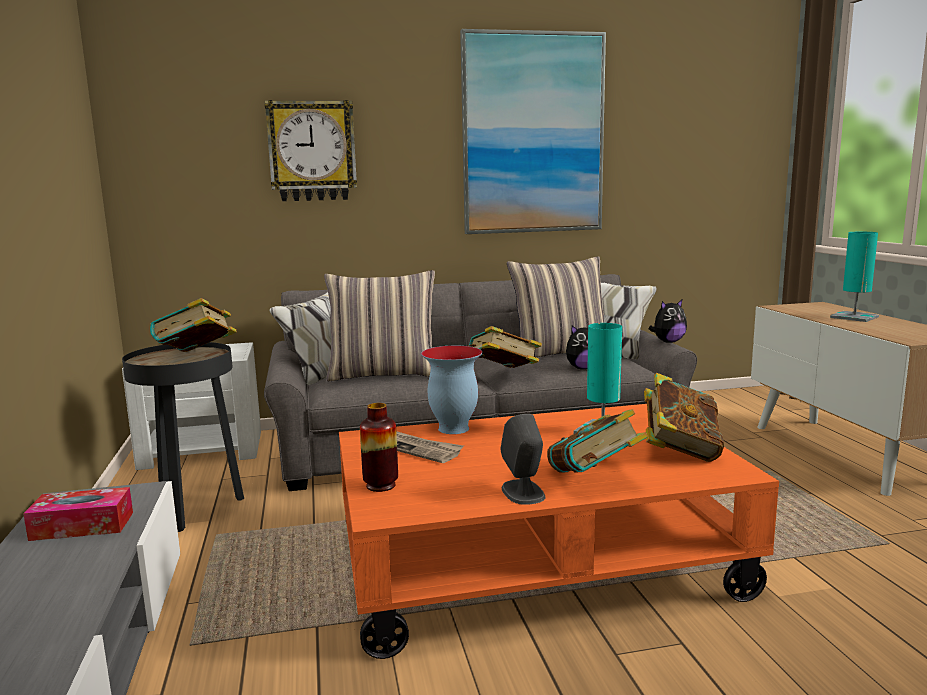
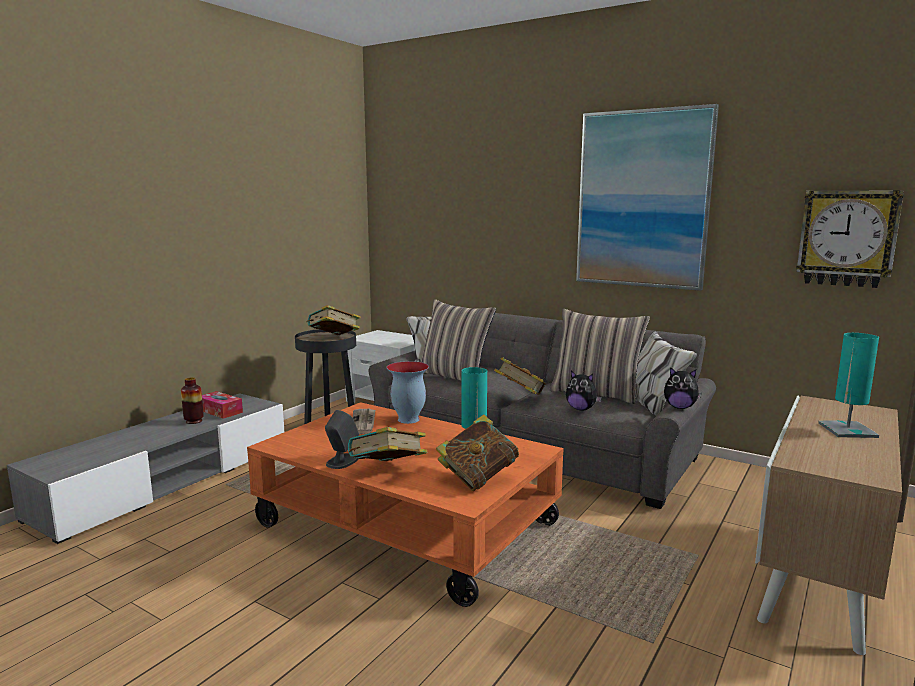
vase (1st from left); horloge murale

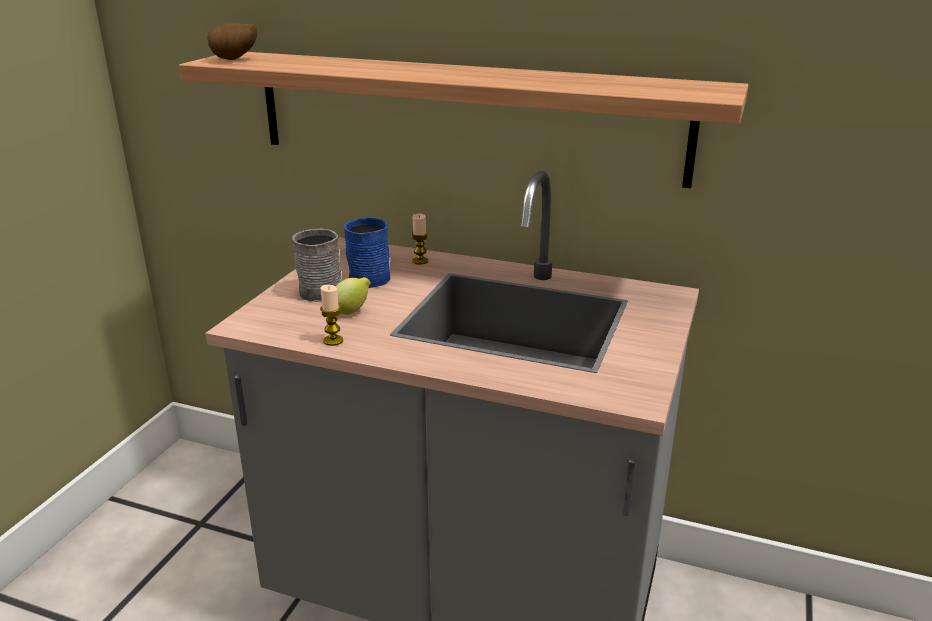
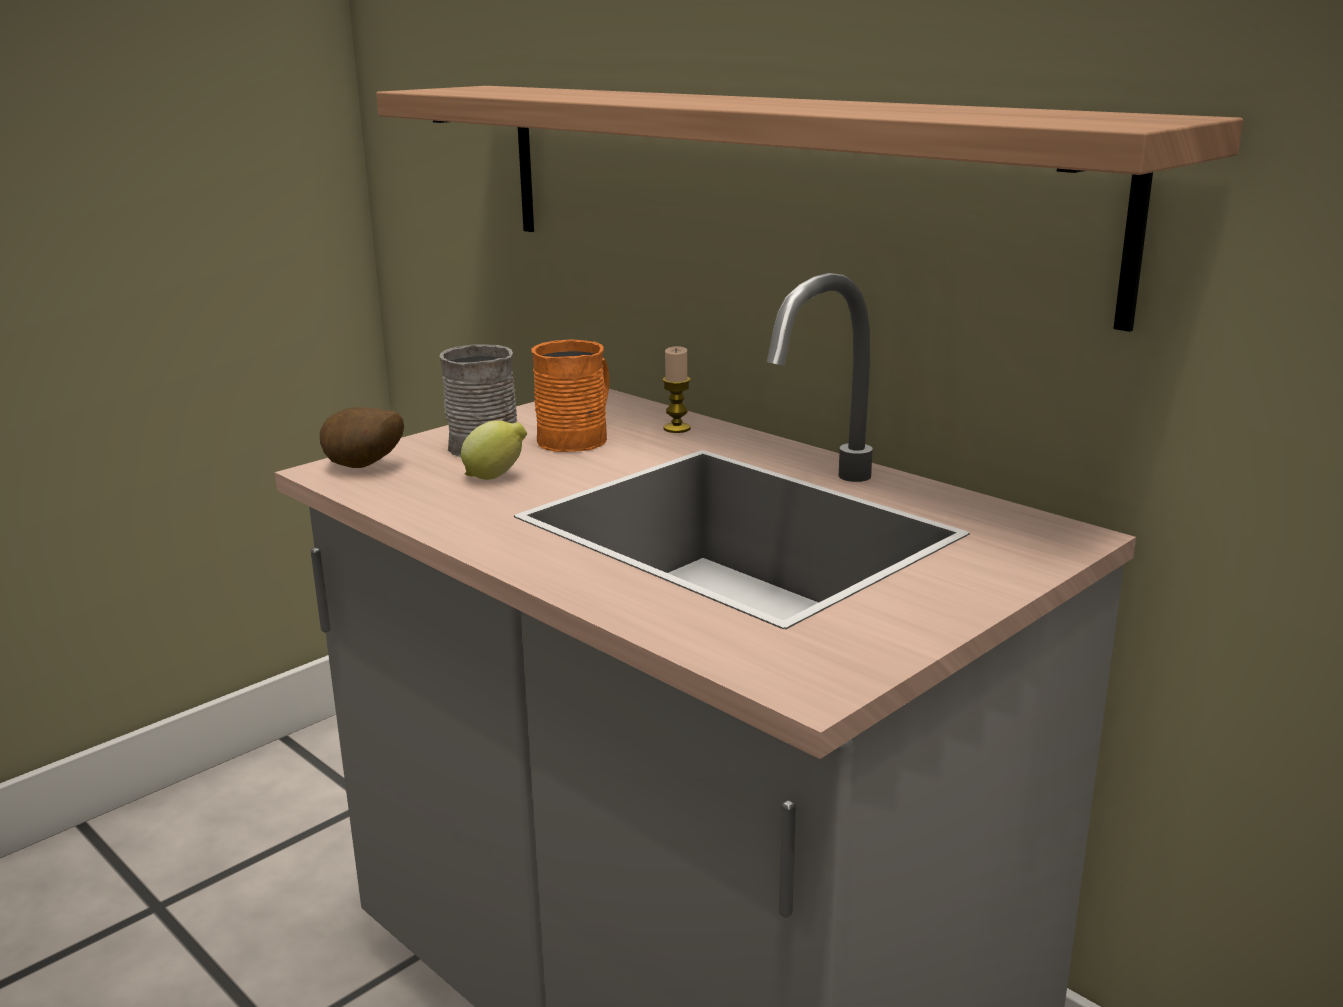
pomme de terre; mug [orange]; bougie (1st from left in the first image)

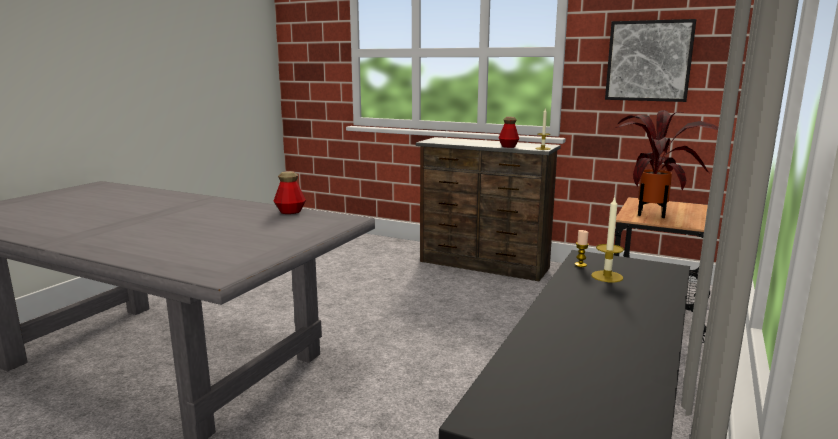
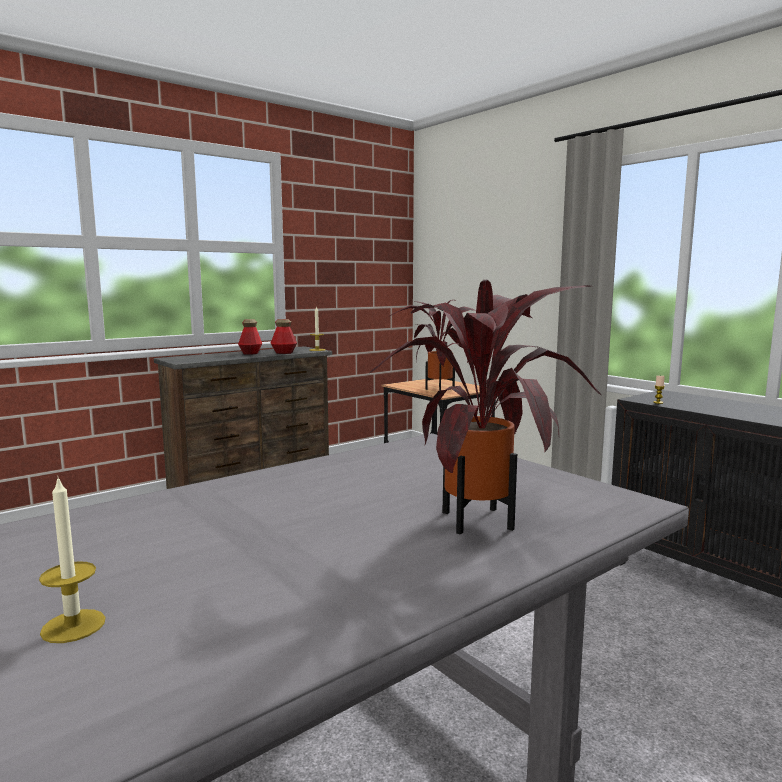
bougie (1st from left); bouteille (1st from left); plante en pot (2nd from left); tableau

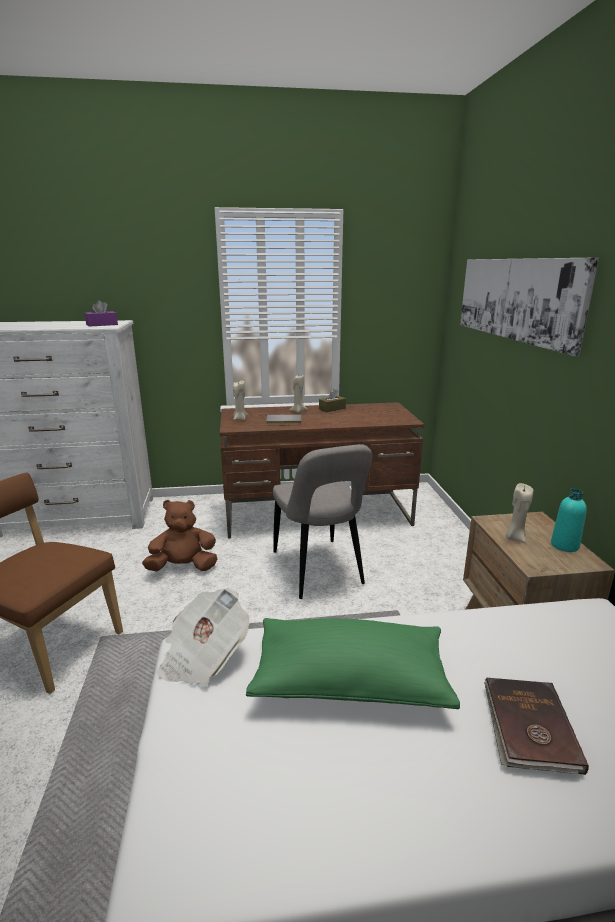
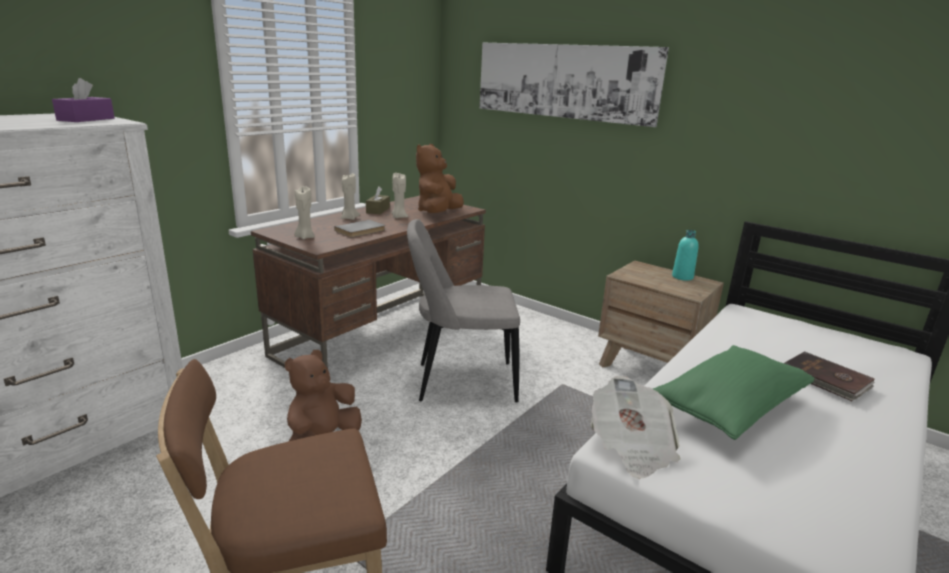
bougie [beige] (3rd from left); chaise [gris]; peluche [marron] (2nd from left)

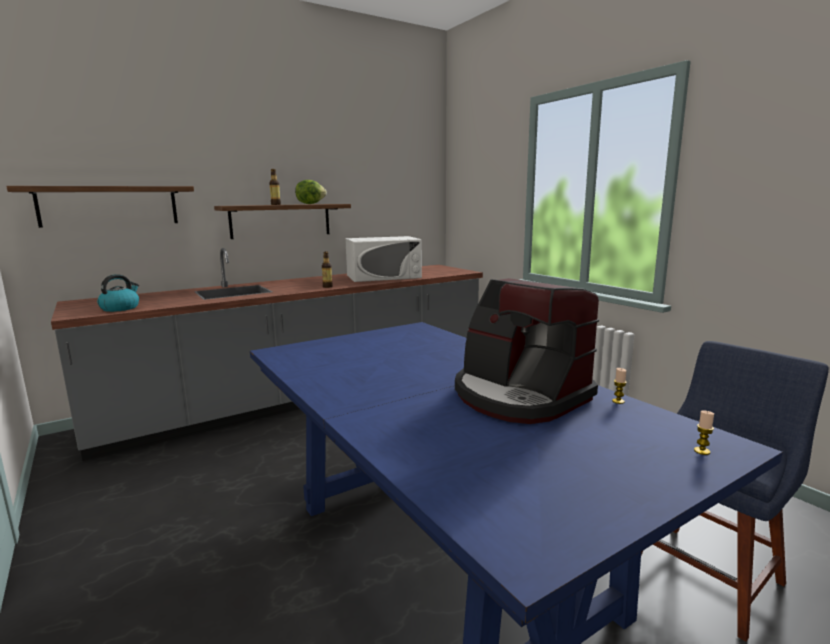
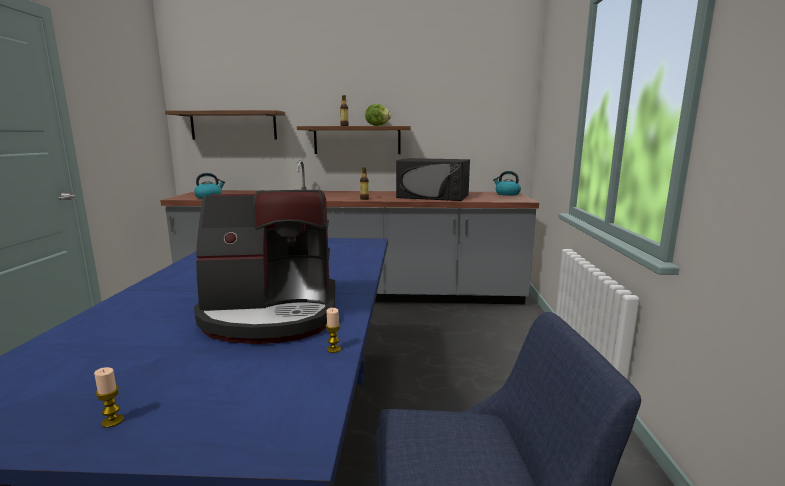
bougie (1st from left); machine à café; micro-ondes [noir]; bouilloire (2nd from left)

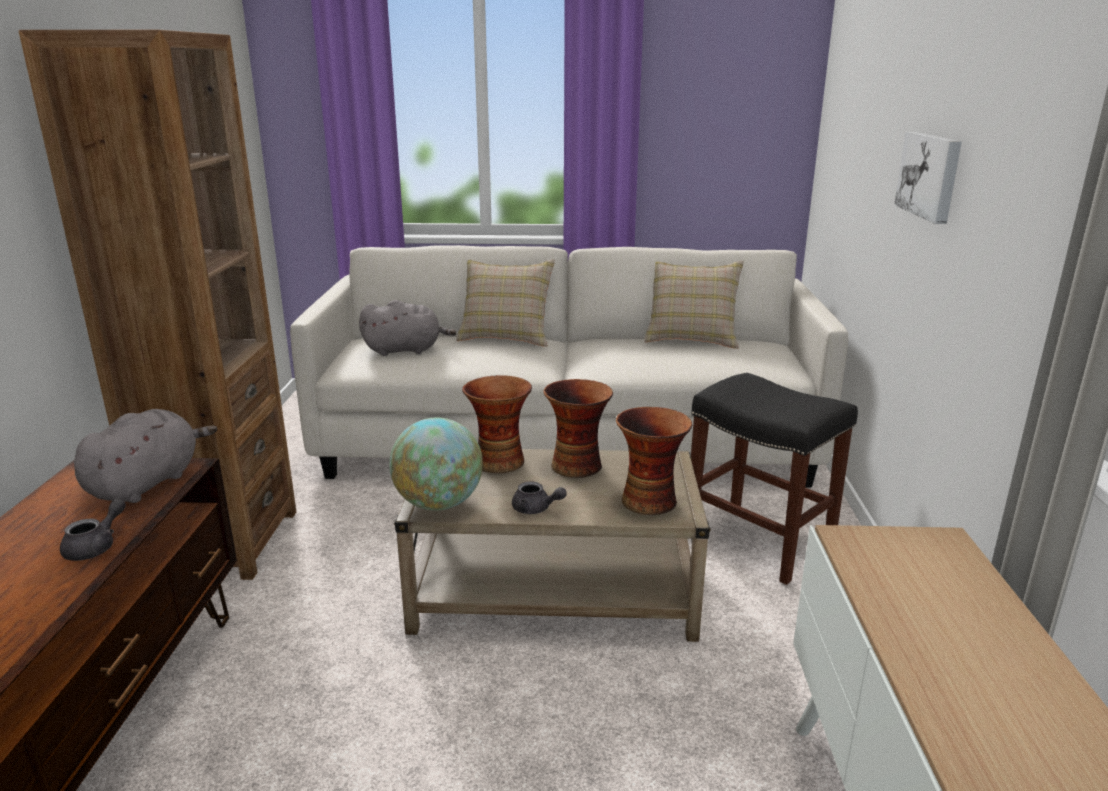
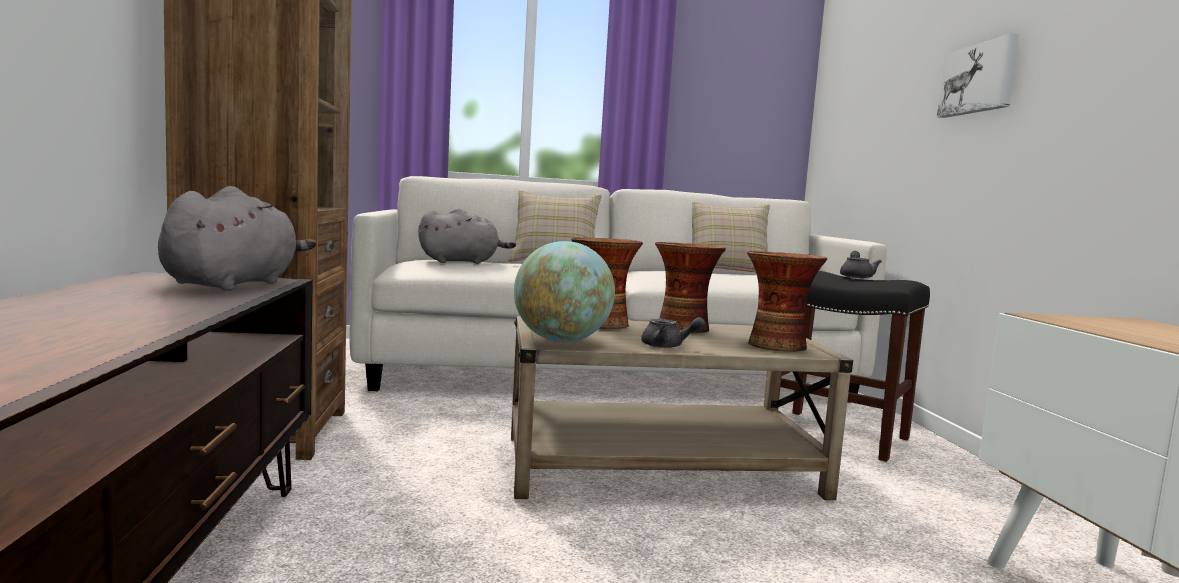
théière [gris] (2nd from left)

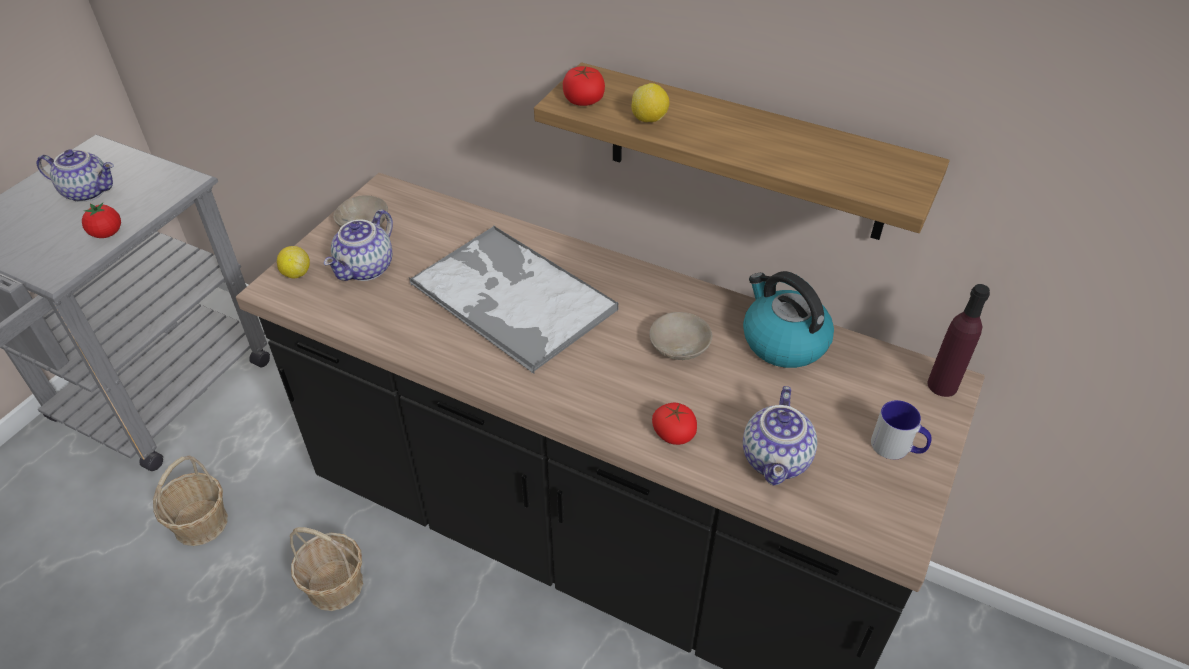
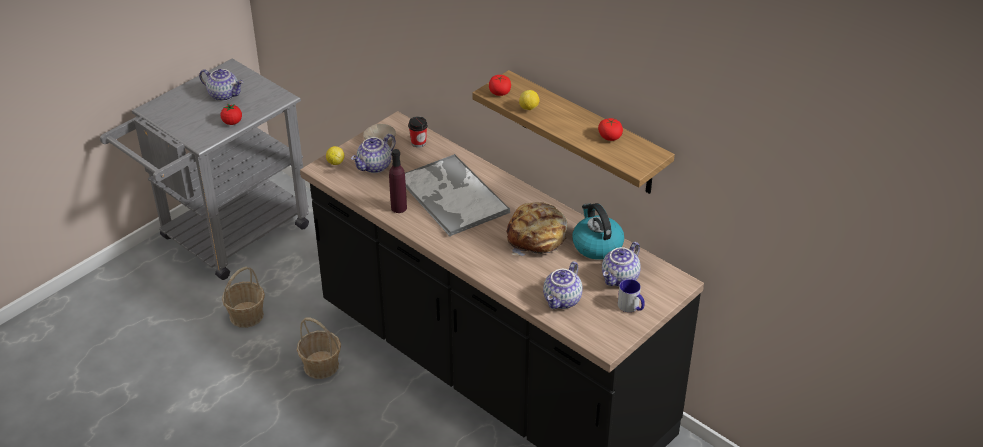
bouteille [violet]; tasse; pain; tomate (3rd from left); théière (4th from left)

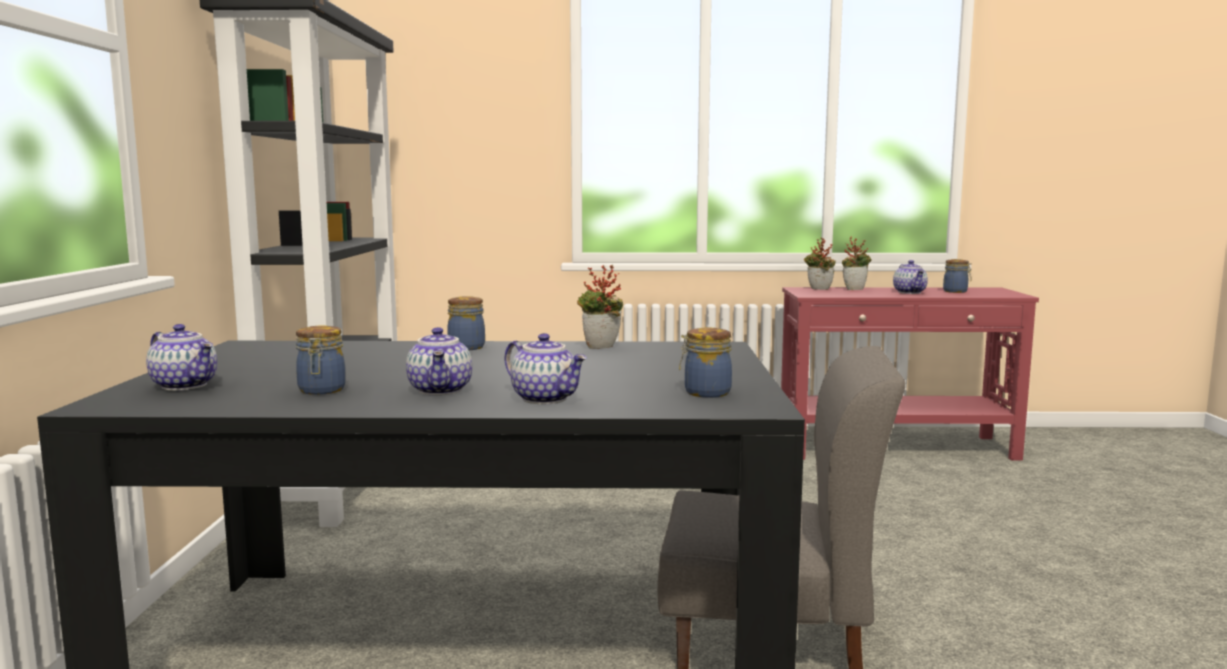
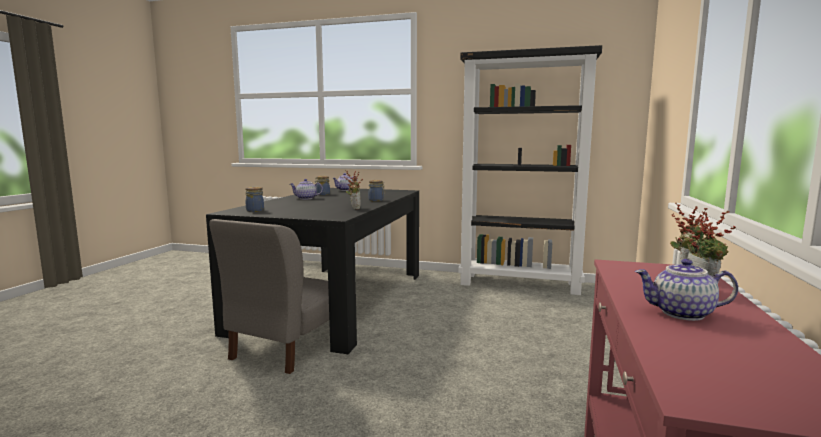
théière (3rd from left in the first image); bocal (4th from left in the first image)

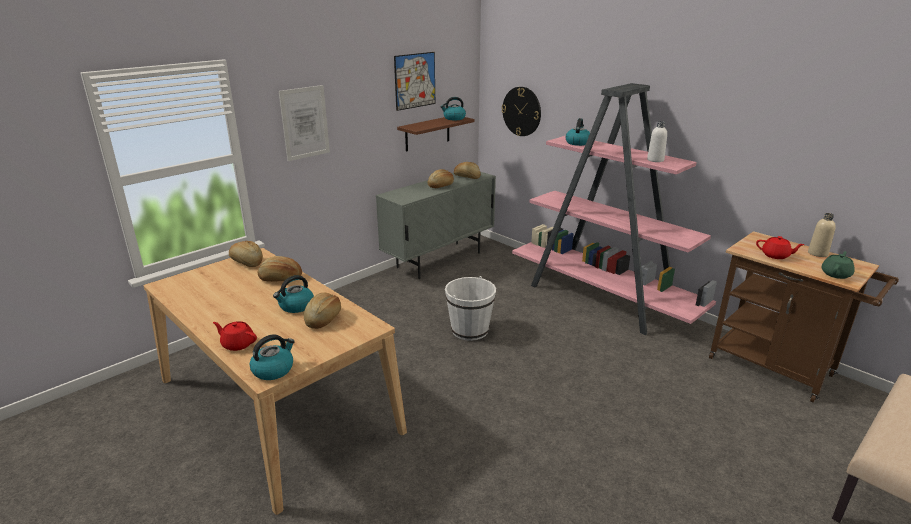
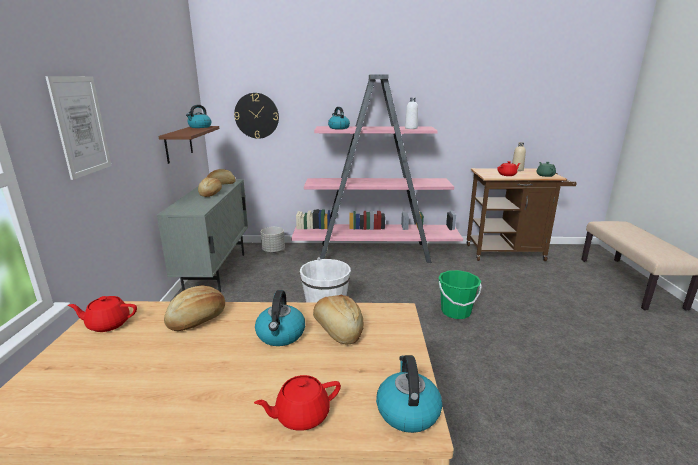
théière [rouge] (1st from left); cache-pot [gris]; seau [vert]; tableau (2nd from left in the first image)

